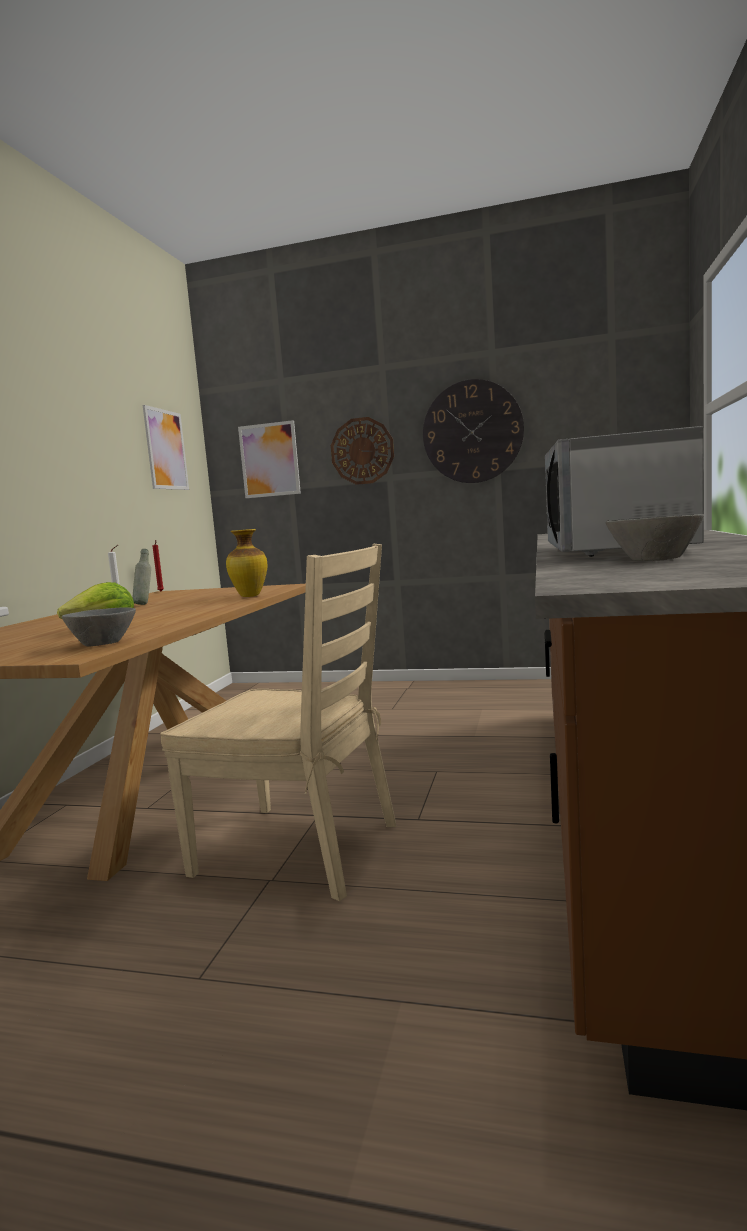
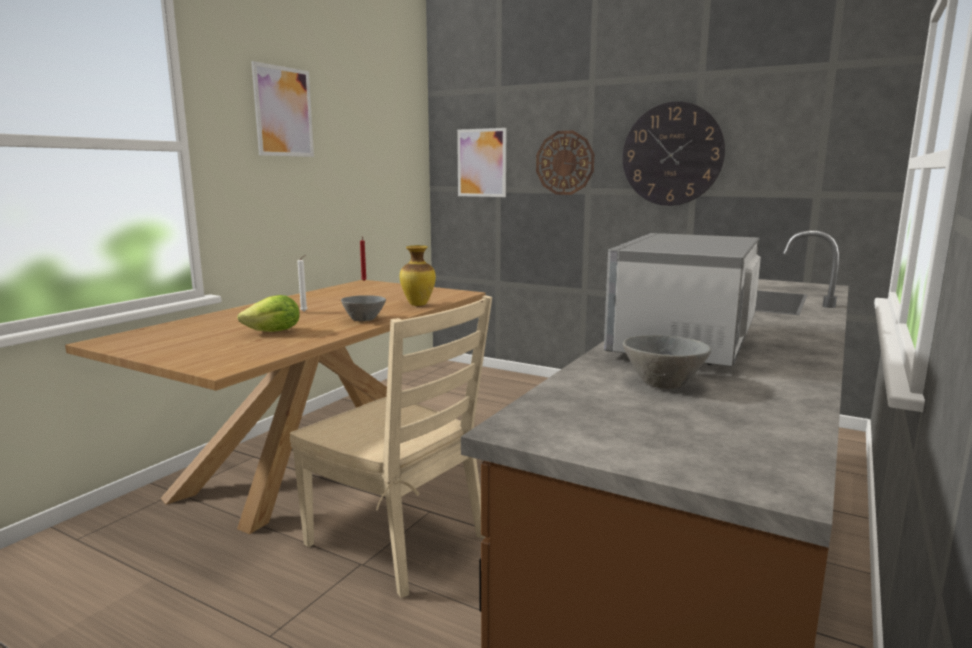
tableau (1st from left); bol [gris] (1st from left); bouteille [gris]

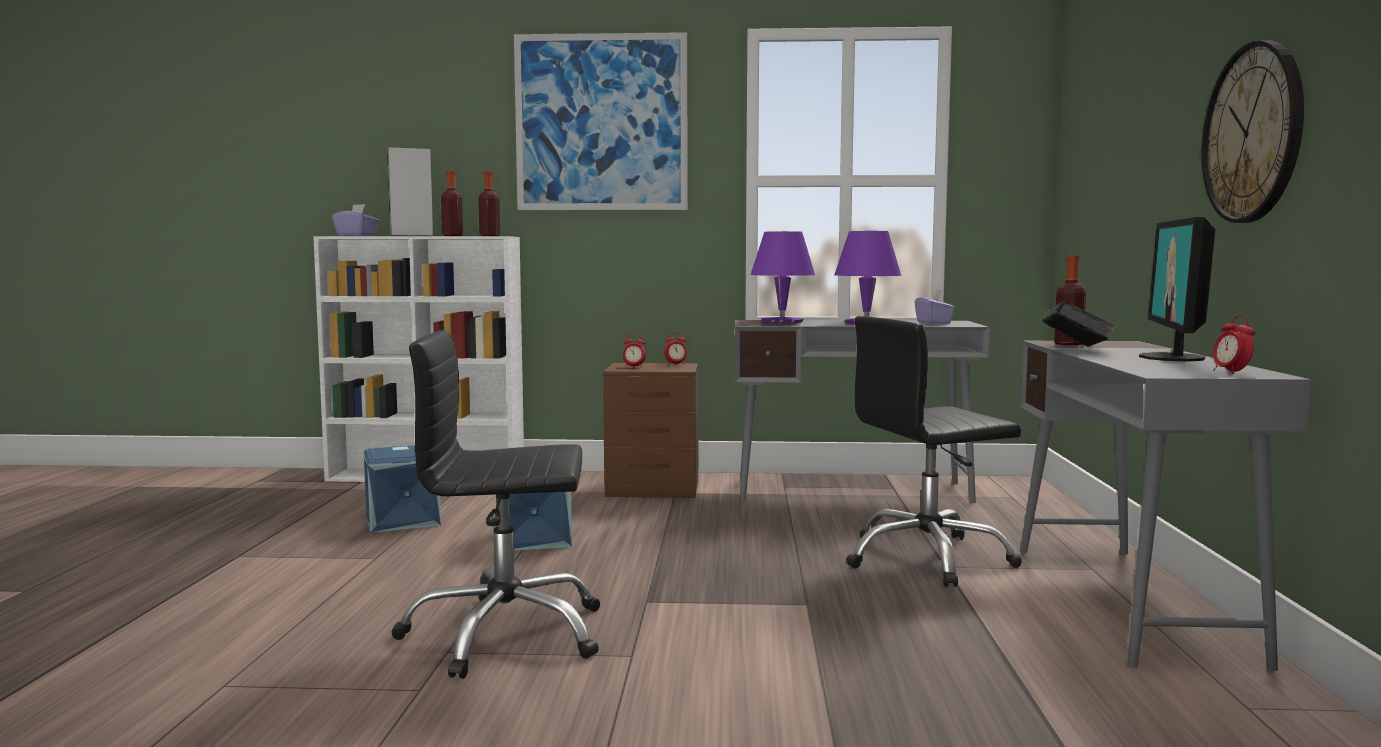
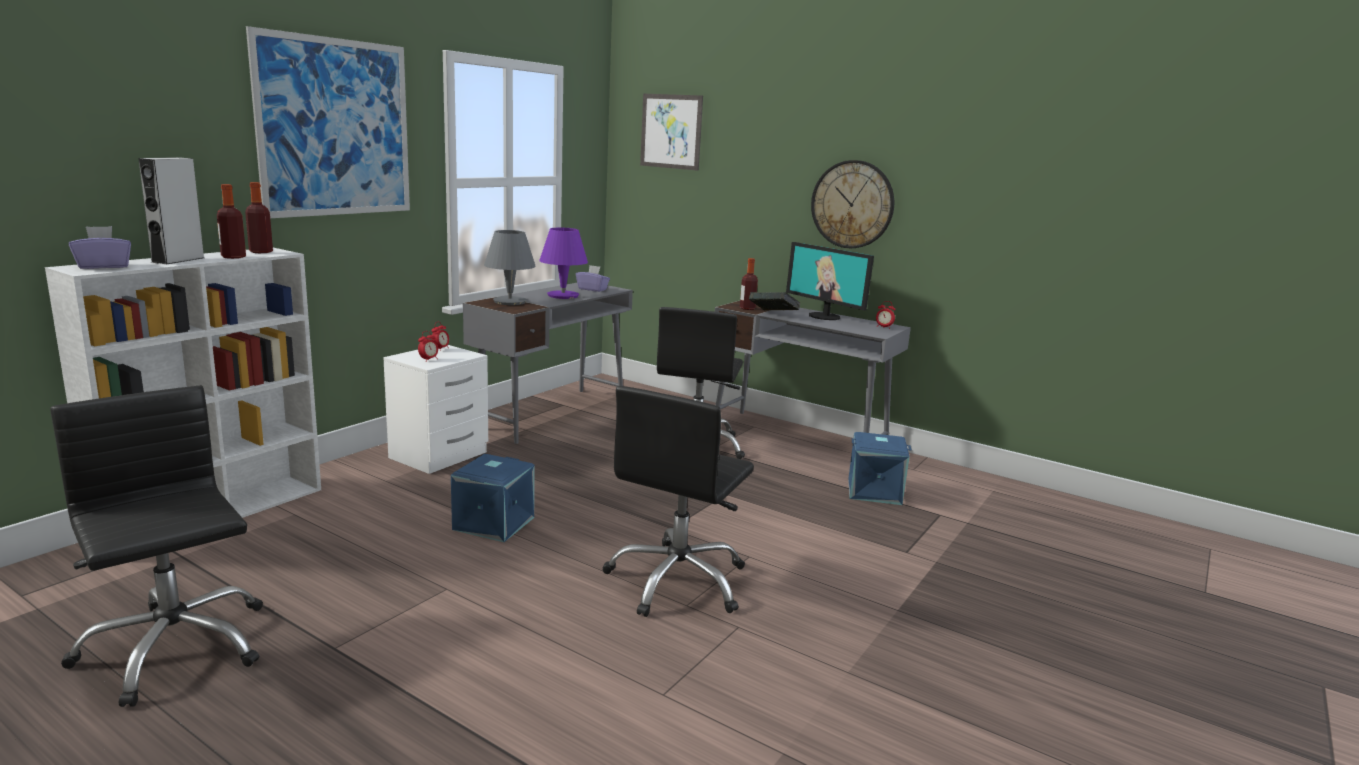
chaise de bureau [noir] (1st from left); table de chevet [blanc]; lampe de table [gris]; tableau (2nd from left); boîte de rangement [bleu] (2nd from left)

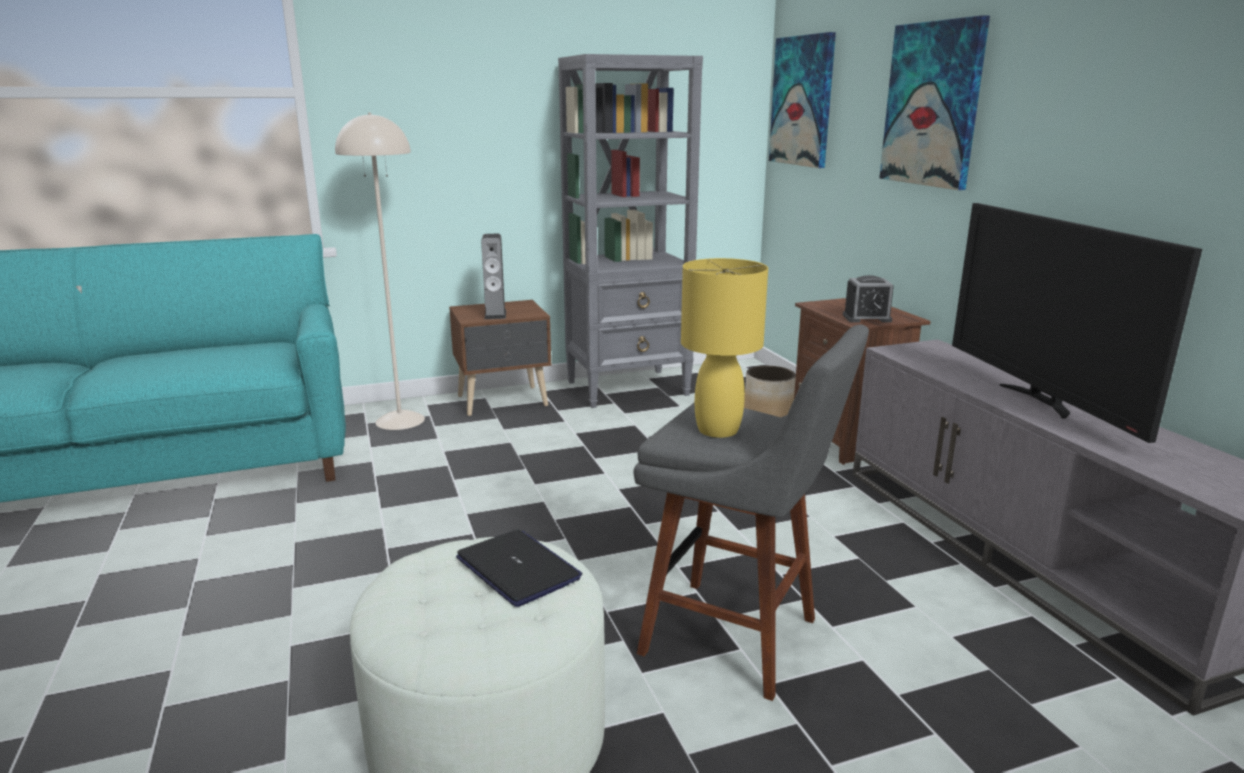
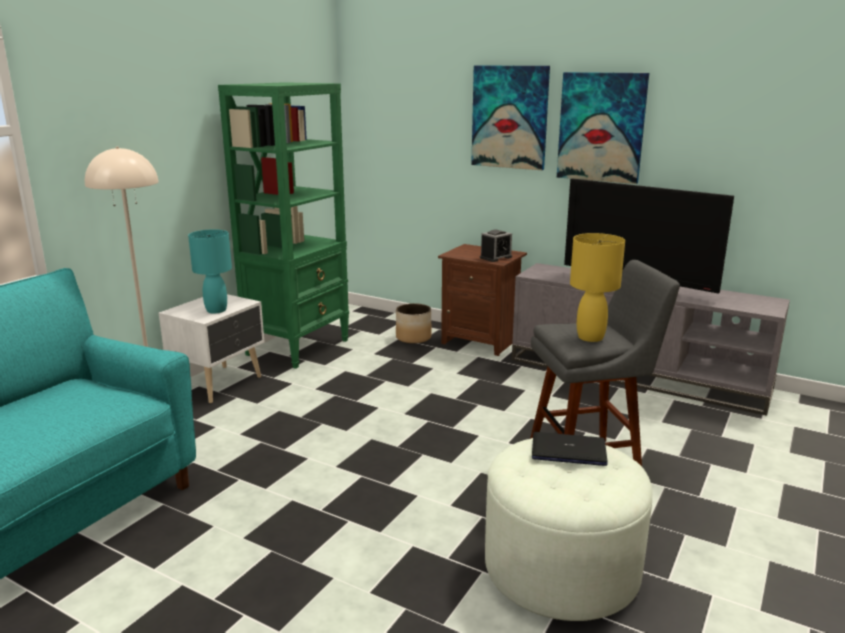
table de chevet [blanc]; lampe de table [turquoise]; bibliothèque [vert]; tableau (2nd from left)

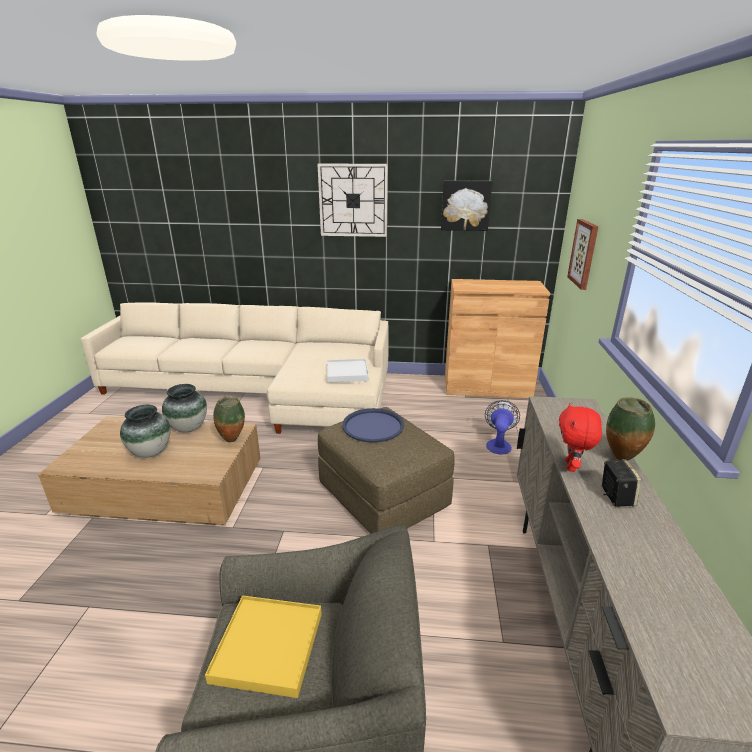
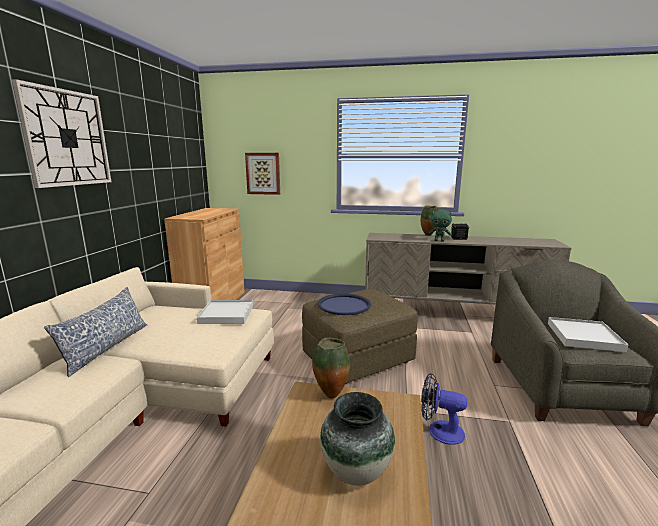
coussin; ventilateur; peluche [vert]; plateau [blanc] (2nd from left); vase (2nd from left in the first image); tableau (1st from left in the first image)

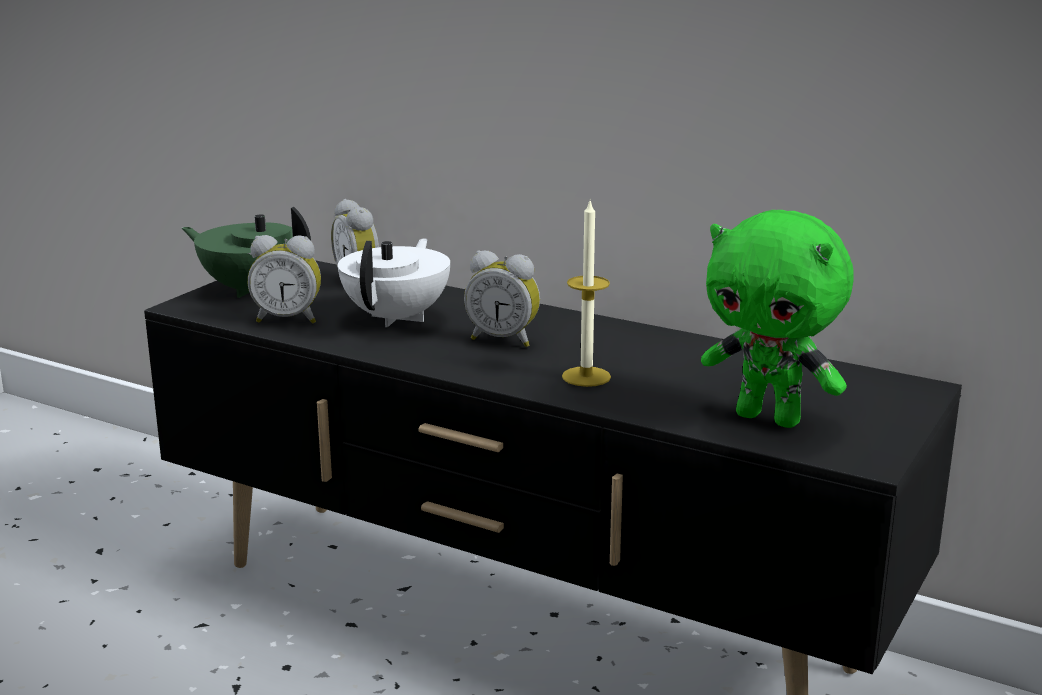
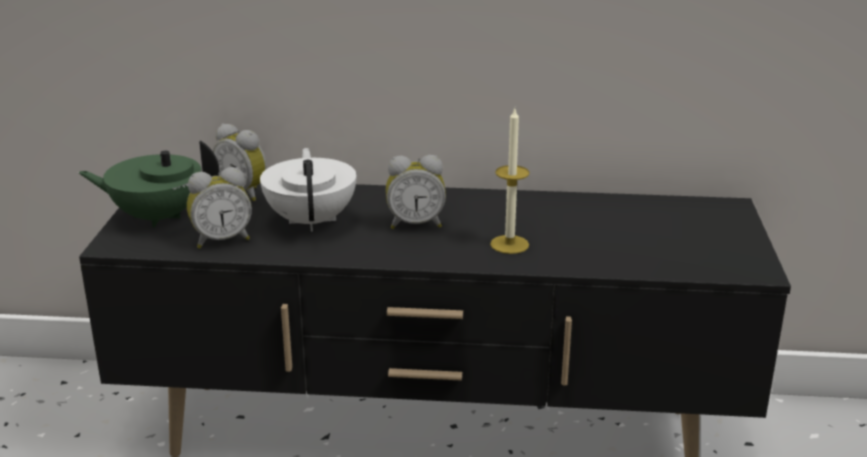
peluche [vert]

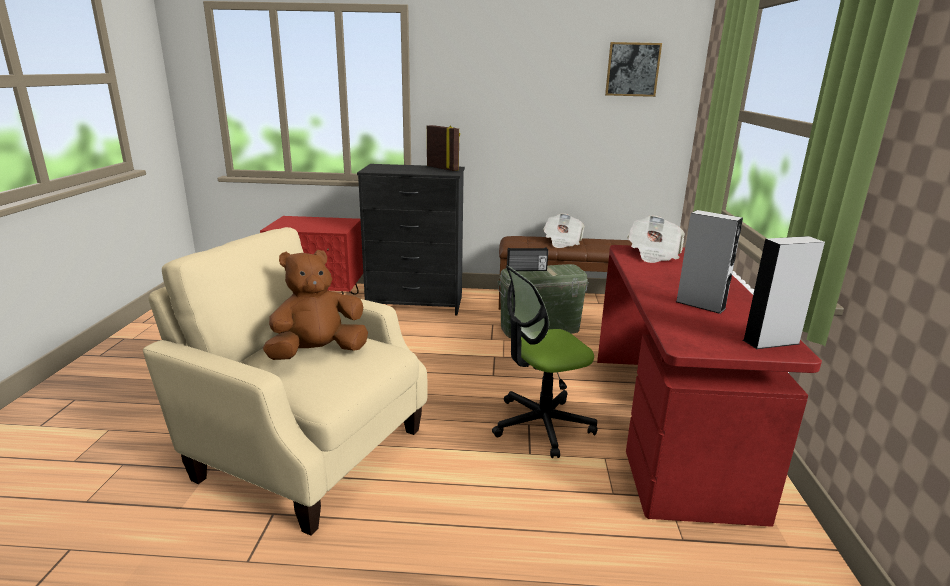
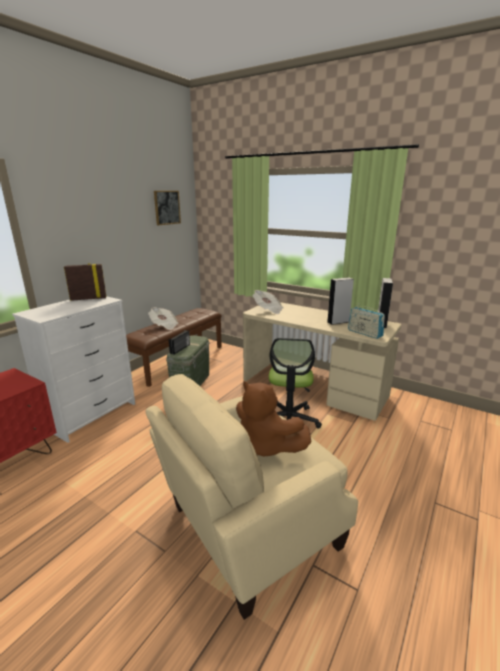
commode [blanc]; peluche [marron]; bureau [beige]; radio (2nd from left)

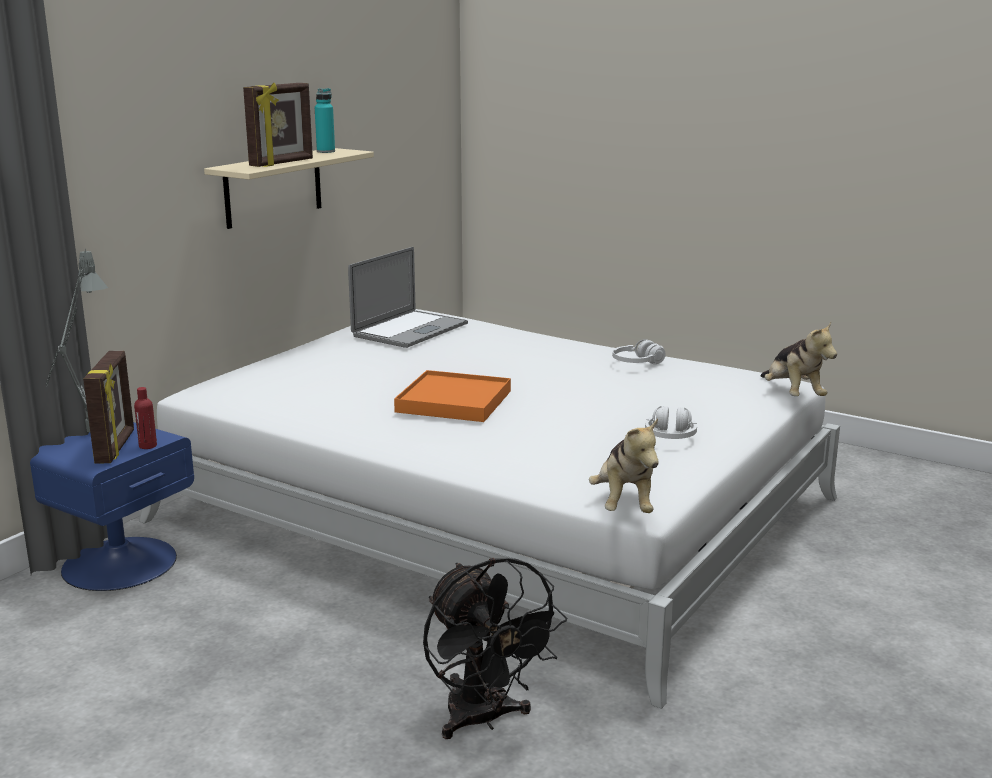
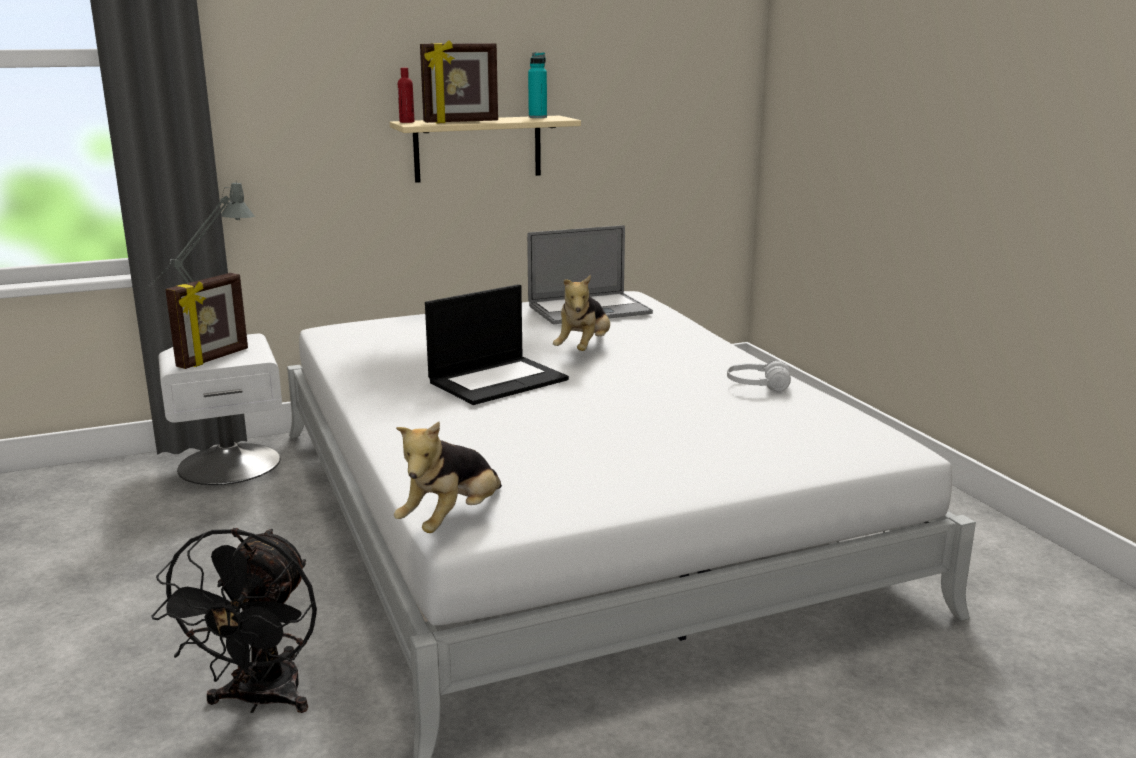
table de chevet [blanc]; bouteille [rouge]; ordinateur portable (1st from left); peluche (2nd from left); casque audio [blanc] (2nd from left in the first image)

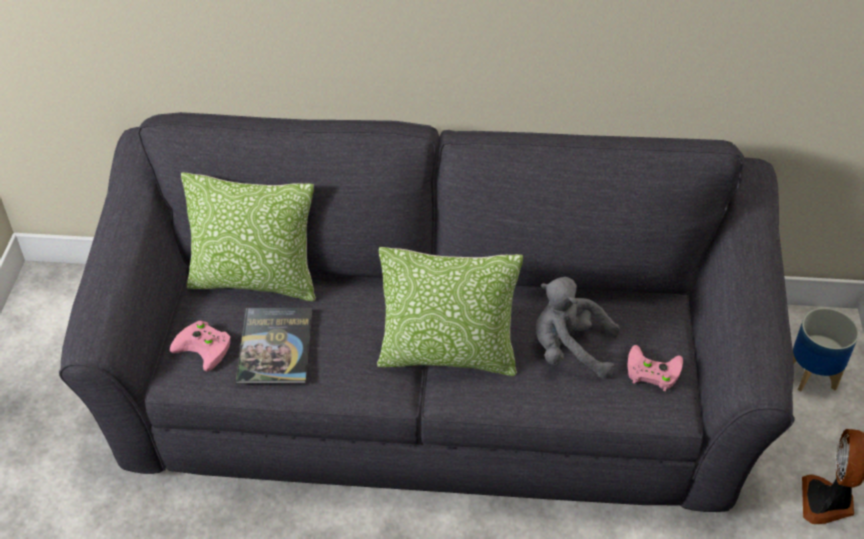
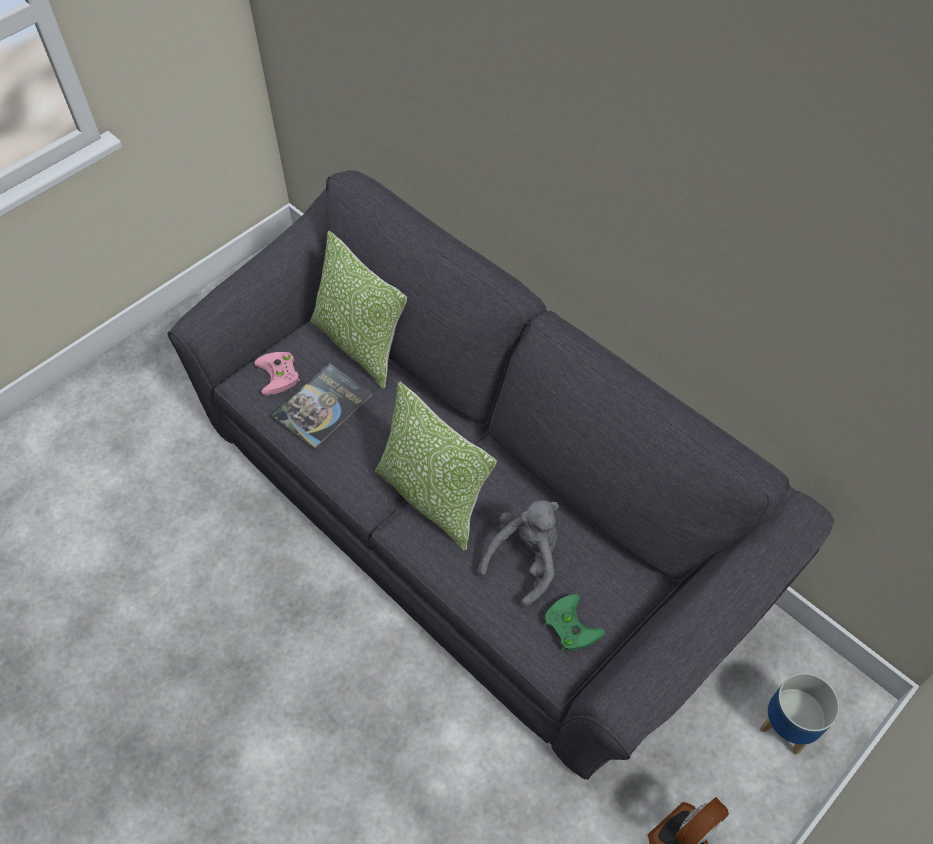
peluche [gris]; manette [vert]

